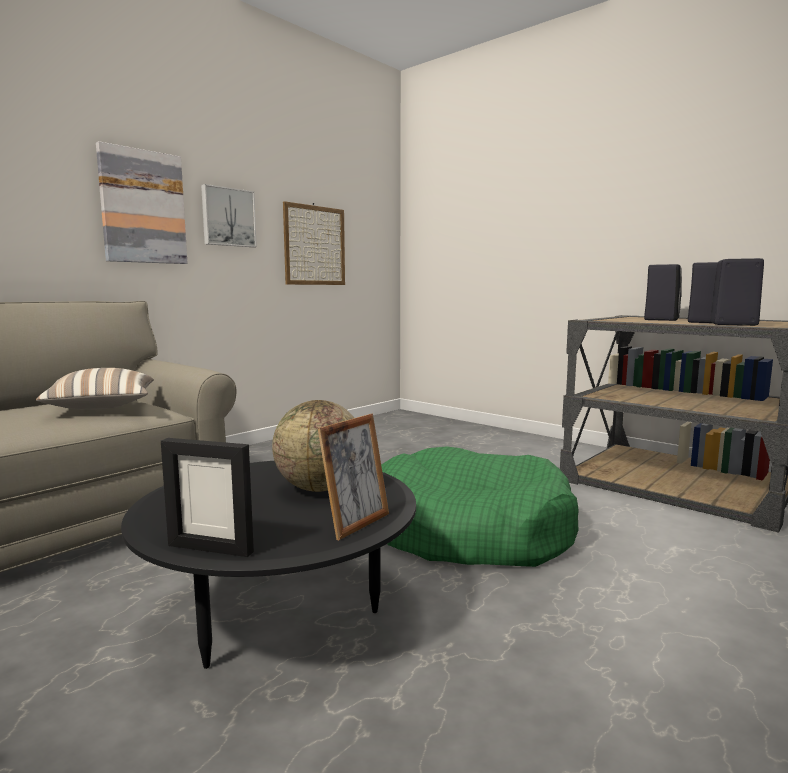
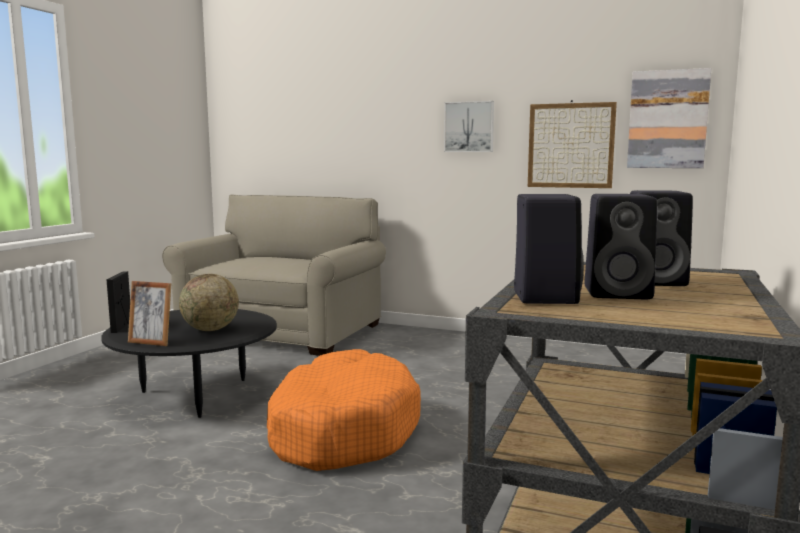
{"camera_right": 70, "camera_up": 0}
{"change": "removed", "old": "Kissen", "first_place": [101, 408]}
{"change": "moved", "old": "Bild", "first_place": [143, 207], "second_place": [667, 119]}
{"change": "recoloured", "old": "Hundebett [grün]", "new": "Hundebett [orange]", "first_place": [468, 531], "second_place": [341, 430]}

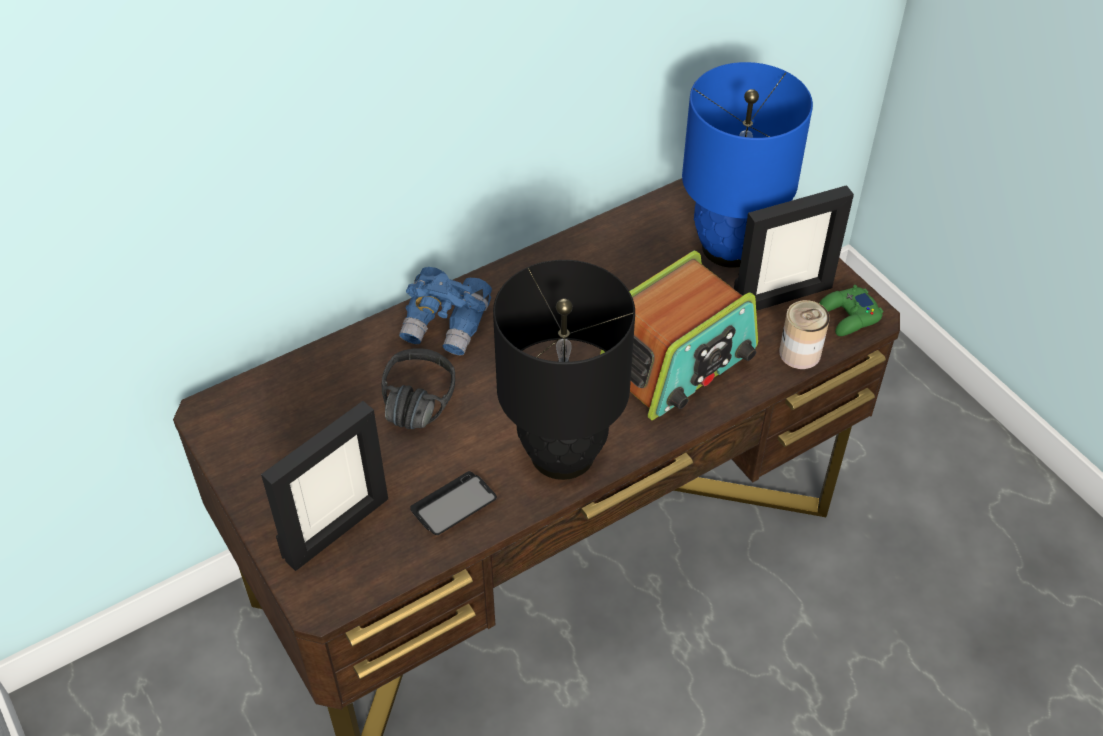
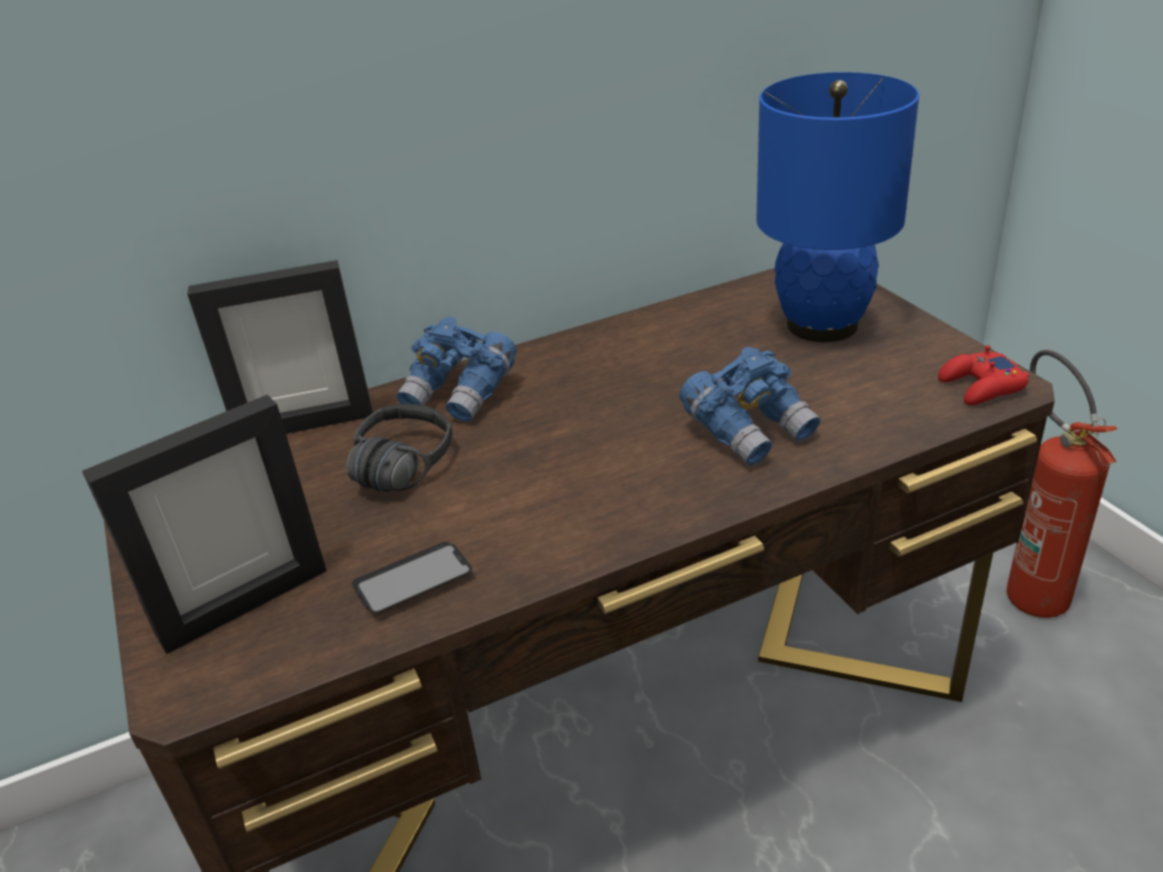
{"camera_right": 10, "camera_up": -15}
{"change": "removed", "old": "Tischlampe [schwarz]", "first_place": [563, 454]}
{"change": "replaced", "old": "Radio", "new": "Fernglas [blau]", "first_place": [678, 361], "second_place": [749, 430]}
{"change": "moved", "old": "Bilderrahmen", "first_place": [782, 295], "second_place": [305, 423]}
{"change": "removed", "old": "Dose", "first_place": [800, 353]}
{"change": "recoloured", "old": "Gamepad [grün]", "new": "Gamepad [rot]", "first_place": [848, 316], "second_place": [981, 387]}
{"change": "added", "new": "Feuerlöscher", "second_place": [1027, 588]}

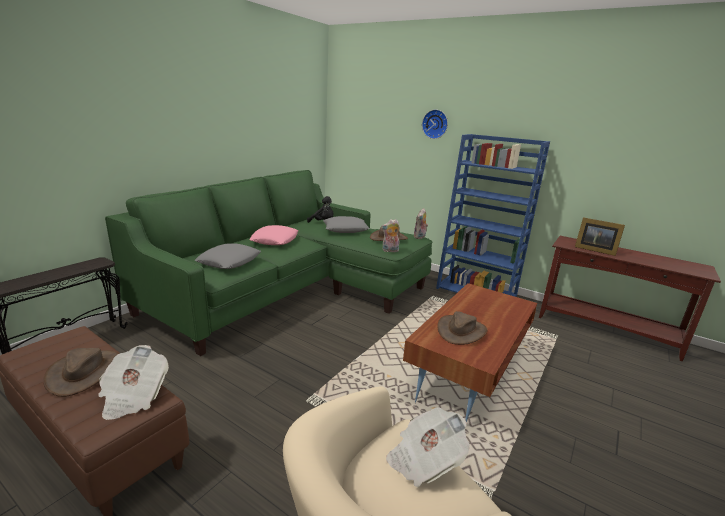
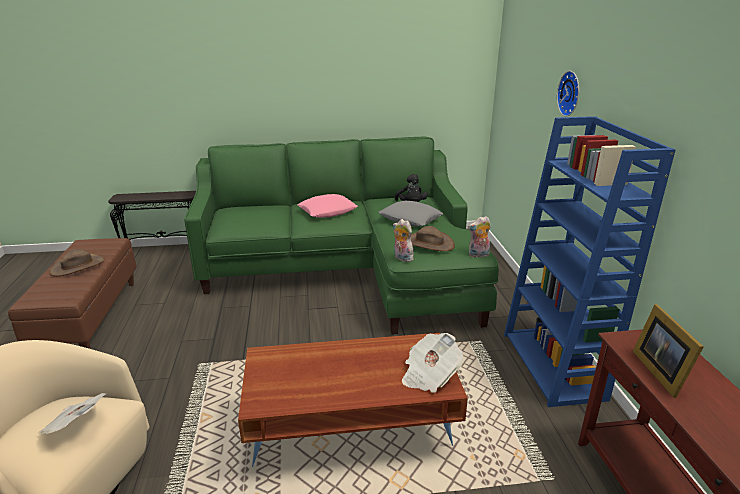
{"camera_right": 50, "camera_up": 5}
{"change": "moved", "old": "Zeitung", "first_place": [133, 396], "second_place": [429, 375]}
{"change": "removed", "old": "Kissen [grau]", "first_place": [229, 261]}
{"change": "removed", "old": "Hut [braun]", "first_place": [461, 331]}

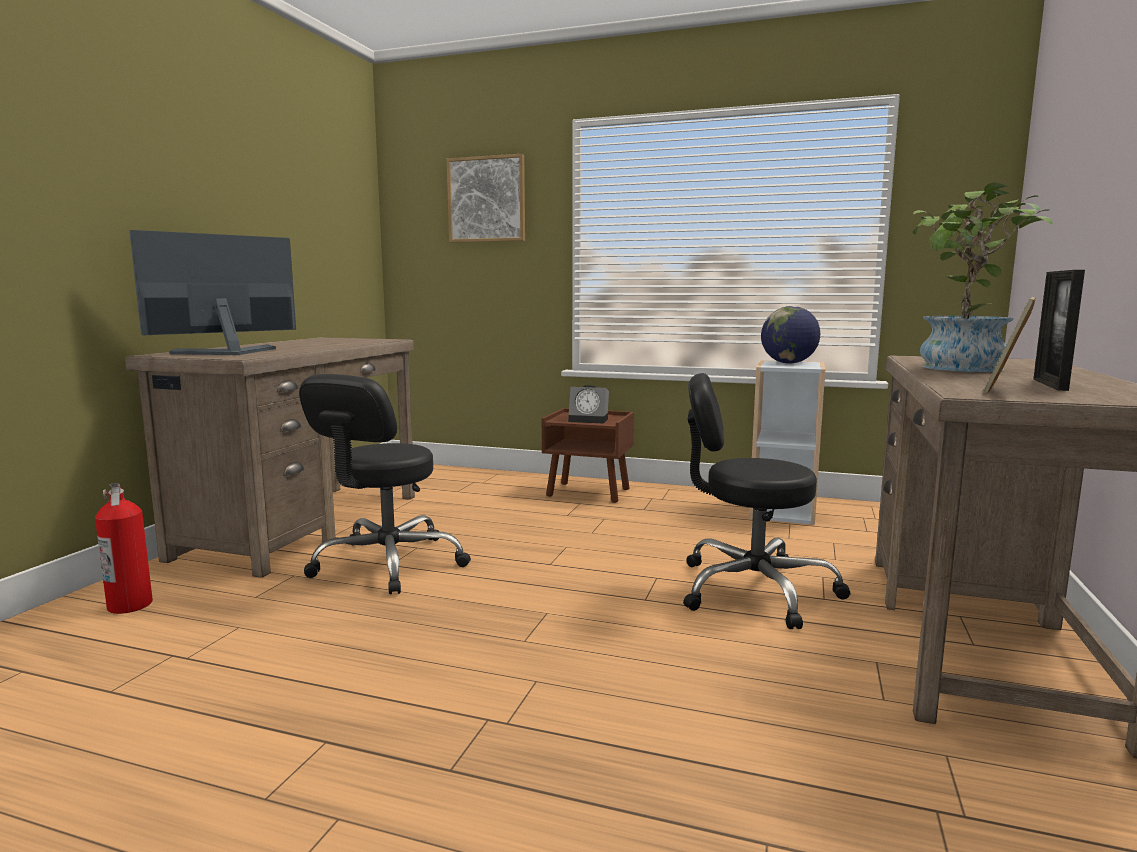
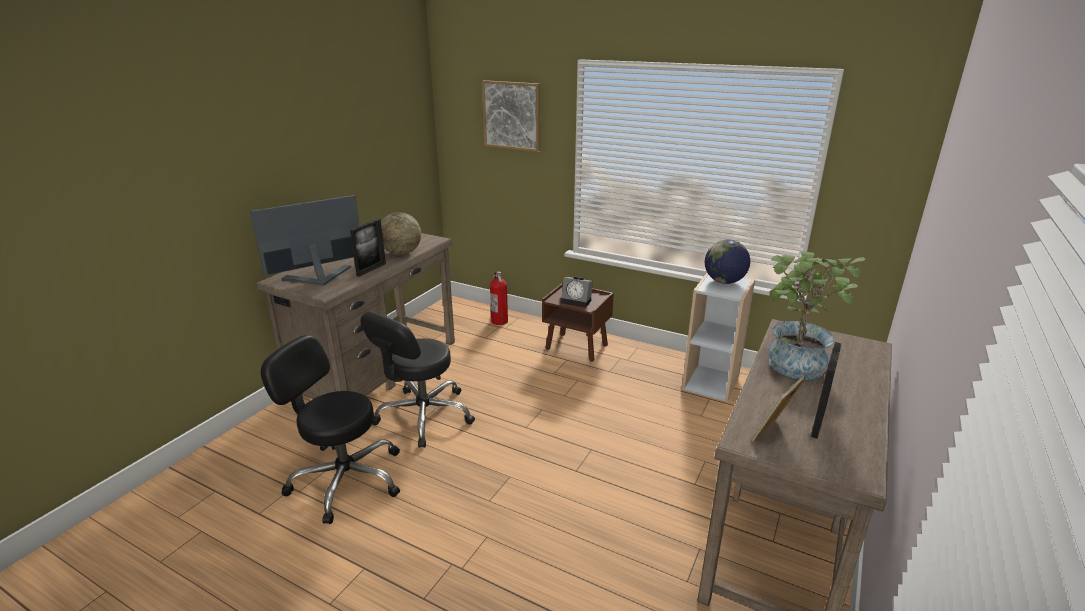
{"camera_right": 10, "camera_up": 15}
{"change": "moved", "old": "Feuerlöscher", "first_place": [131, 605], "second_place": [499, 321]}
{"change": "moved", "old": "Bürostuhl [schwarz]", "first_place": [747, 590], "second_place": [342, 478]}
{"change": "added", "new": "Bilderrahmen", "second_place": [371, 269]}
{"change": "added", "new": "Globus", "second_place": [401, 253]}

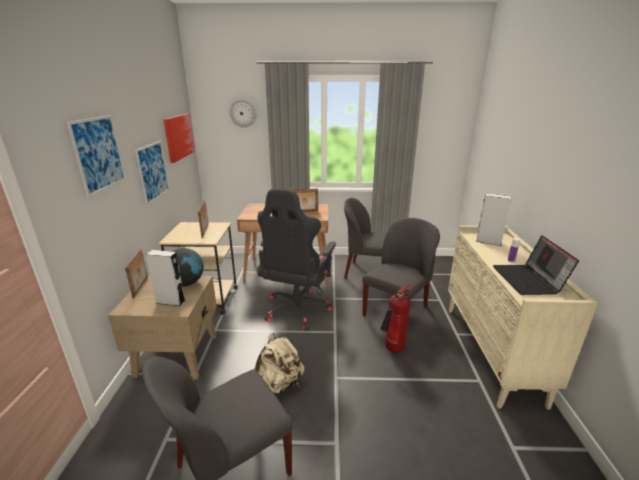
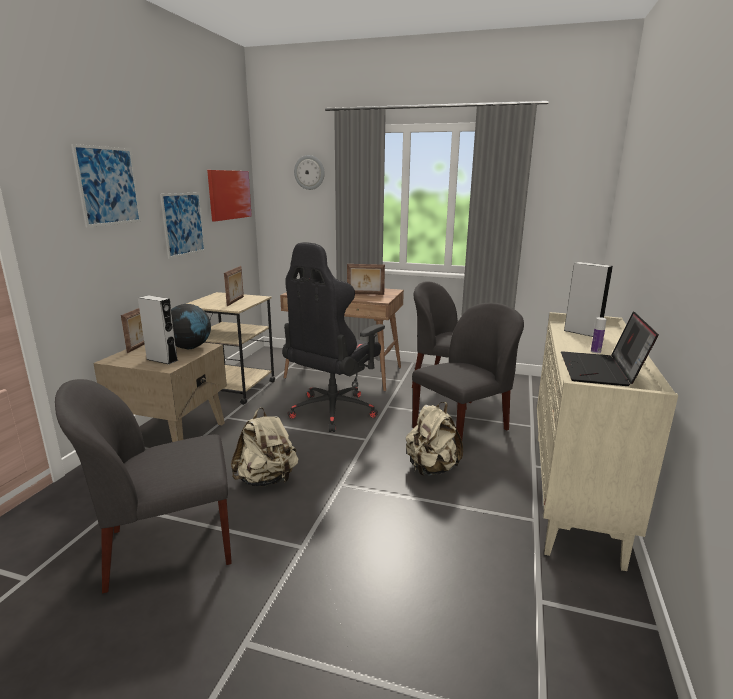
{"camera_right": 15, "camera_up": -5}
{"change": "replaced", "old": "Feuerlöscher", "new": "Rucksack [beige]", "first_place": [393, 350], "second_place": [431, 469]}

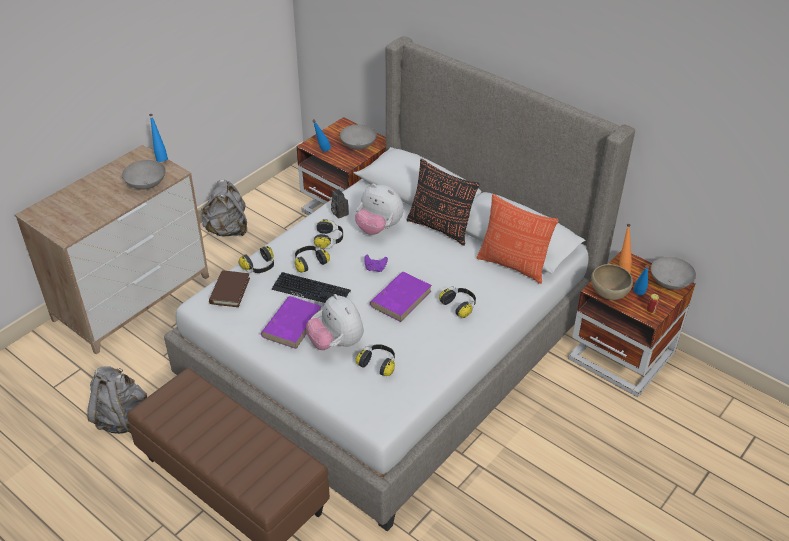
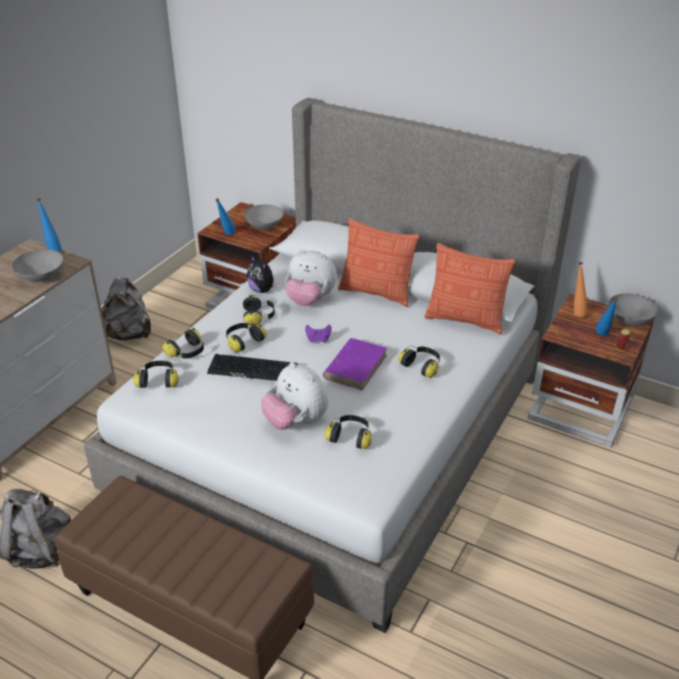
{"camera_right": -10, "camera_up": -5}
{"change": "replaced", "old": "Buch [braun]", "new": "Kopfhörer", "first_place": [229, 291], "second_place": [158, 381]}
{"change": "removed", "old": "Buch [lila]", "first_place": [292, 324]}
{"change": "replaced", "old": "Kamera", "new": "Plüschtier", "first_place": [339, 213], "second_place": [262, 290]}
{"change": "recoloured", "old": "Kissen [schwarz]", "new": "Kissen [orange]", "first_place": [440, 228], "second_place": [376, 293]}
{"change": "removed", "old": "Schüssel [braun]", "first_place": [608, 295]}

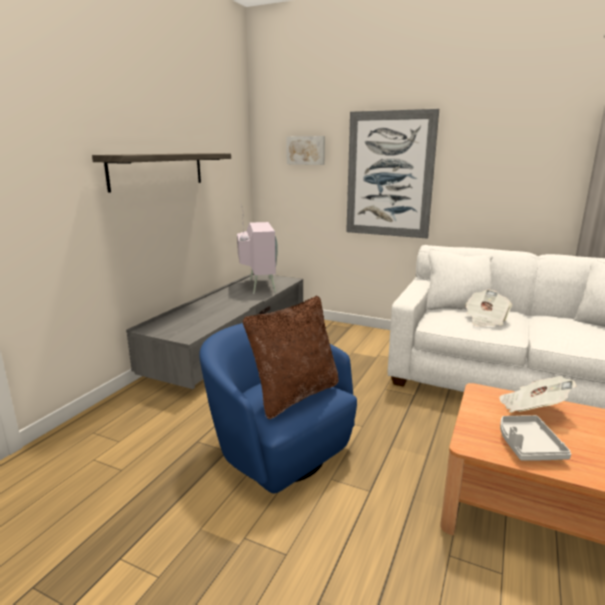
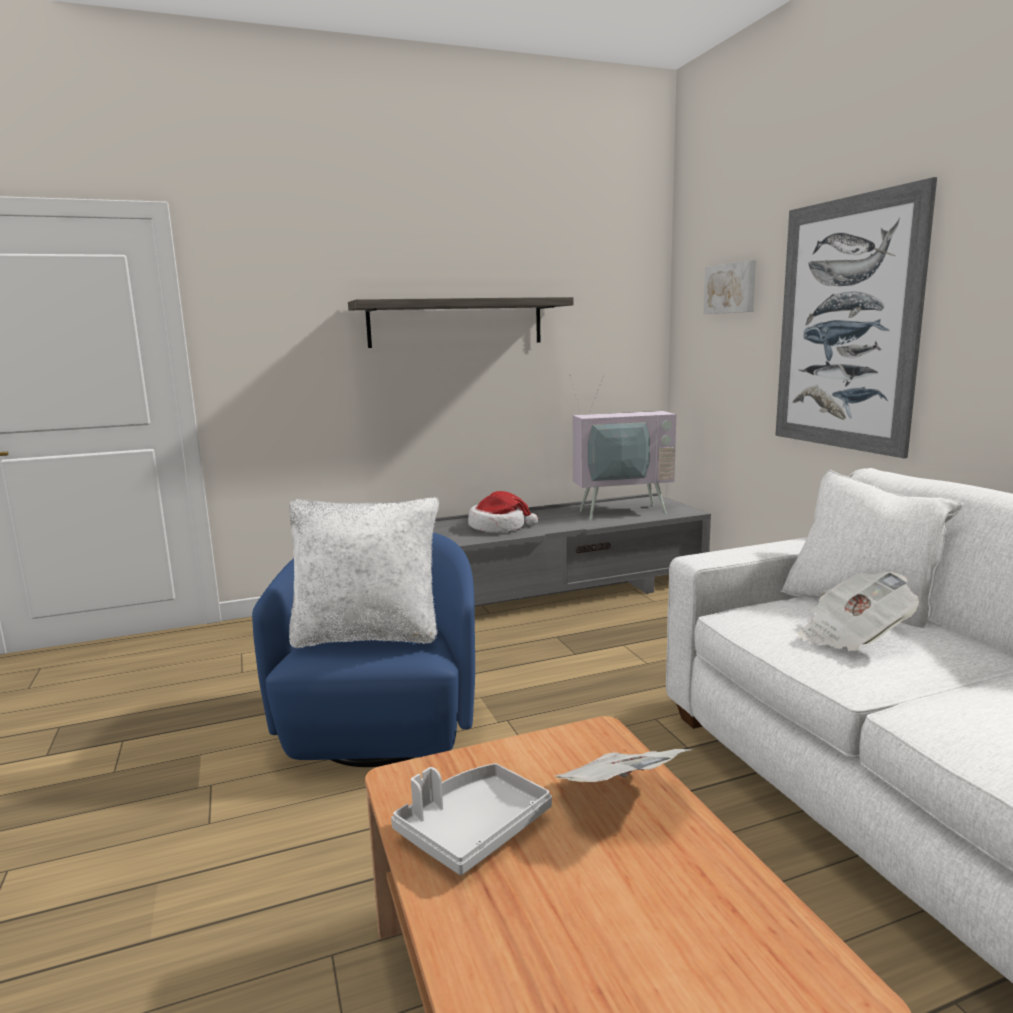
{"camera_right": 45, "camera_up": -5}
{"change": "turned", "old": "Fernseher", "first_place": [257, 286], "second_place": [620, 511], "degrees": 45}
{"change": "recoloured", "old": "Kissen [braun]", "new": "Kissen [weiß]", "first_place": [296, 396], "second_place": [368, 639]}
{"change": "added", "new": "Hut", "second_place": [498, 527]}

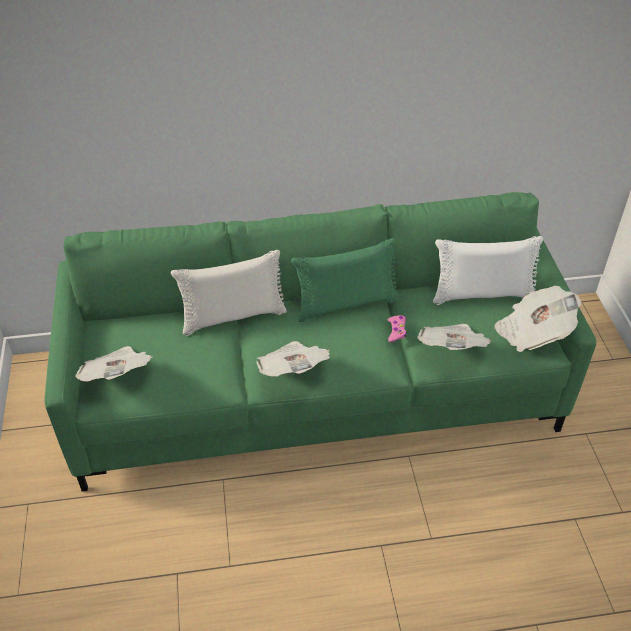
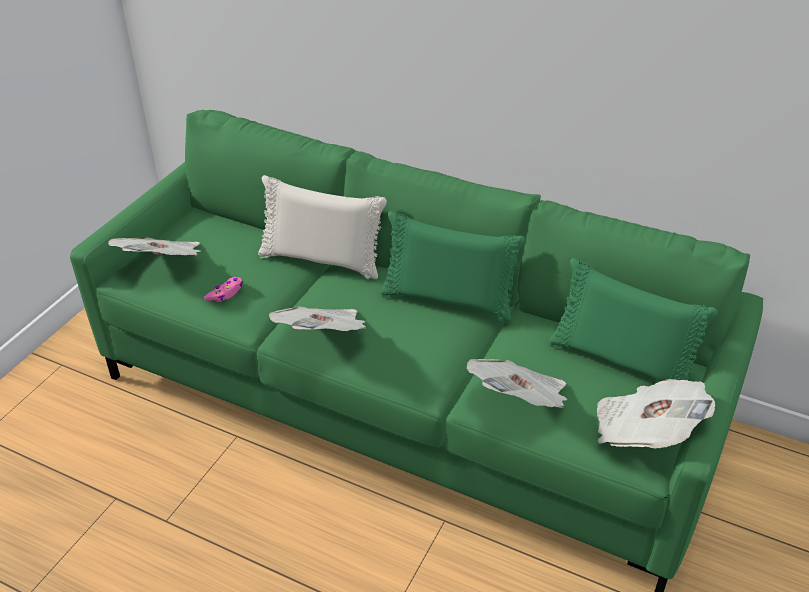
{"camera_right": 35, "camera_up": -5}
{"change": "moved", "old": "Gamepad [rosa]", "first_place": [396, 331], "second_place": [226, 293]}
{"change": "recoloured", "old": "Kissen [weiß]", "new": "Kissen [grün]", "first_place": [482, 294], "second_place": [621, 360]}

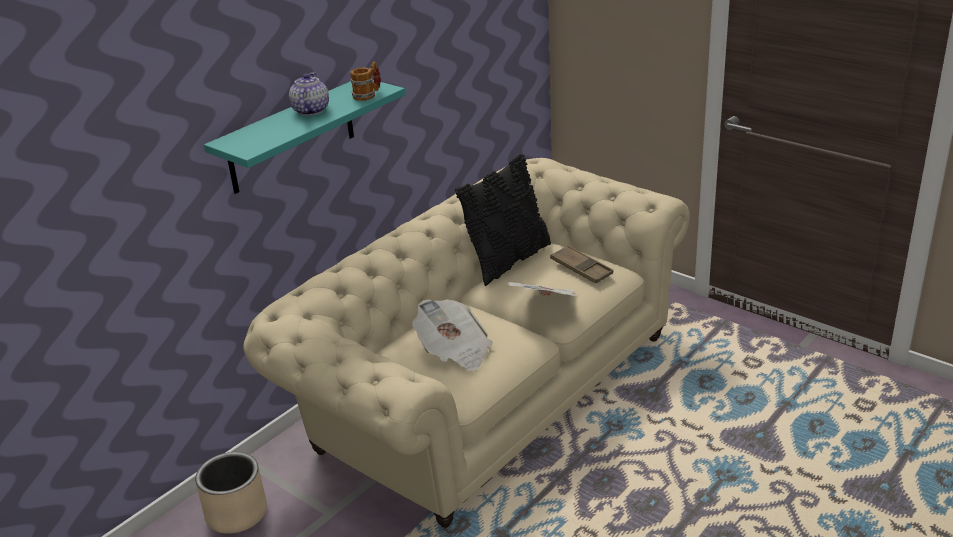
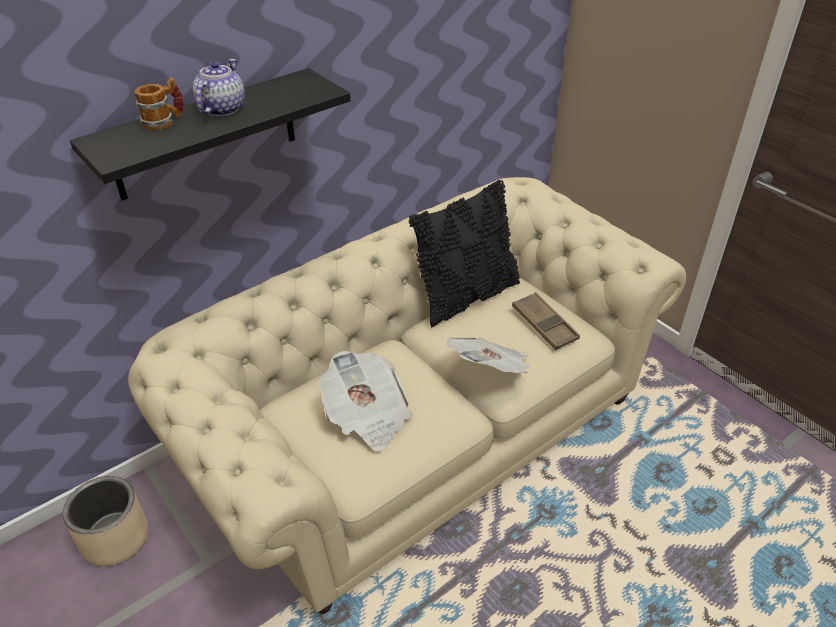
{"camera_right": 10, "camera_up": 10}
{"change": "recoloured", "old": "Wandregal [türkis]", "new": "Wandregal [schwarz]", "first_place": [291, 136], "second_place": [205, 135]}
{"change": "moved", "old": "Henkelbecher", "first_place": [368, 95], "second_place": [164, 122]}

